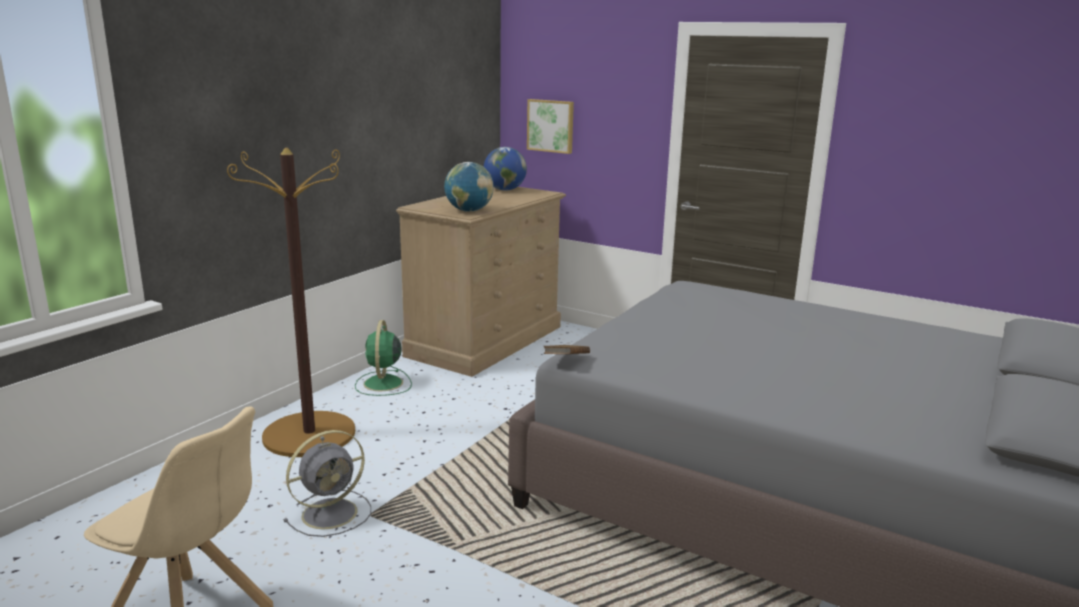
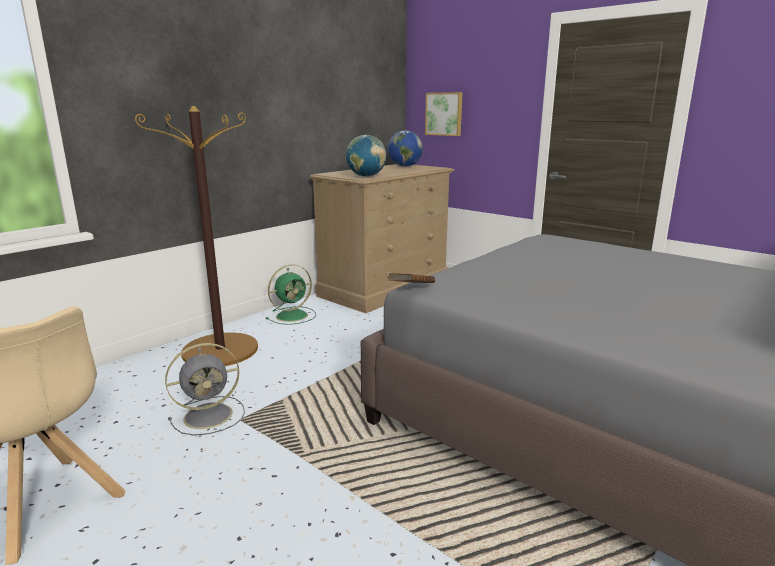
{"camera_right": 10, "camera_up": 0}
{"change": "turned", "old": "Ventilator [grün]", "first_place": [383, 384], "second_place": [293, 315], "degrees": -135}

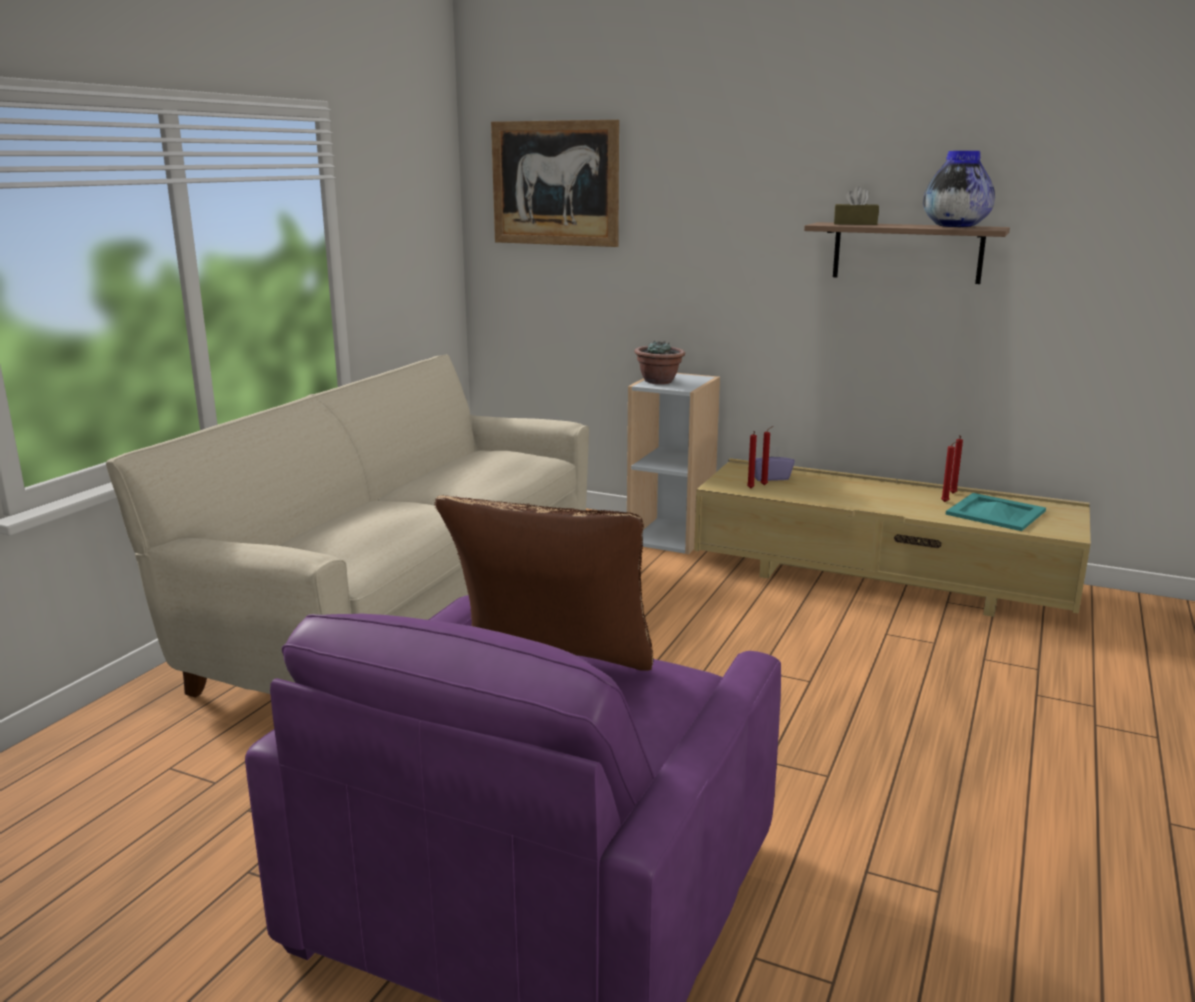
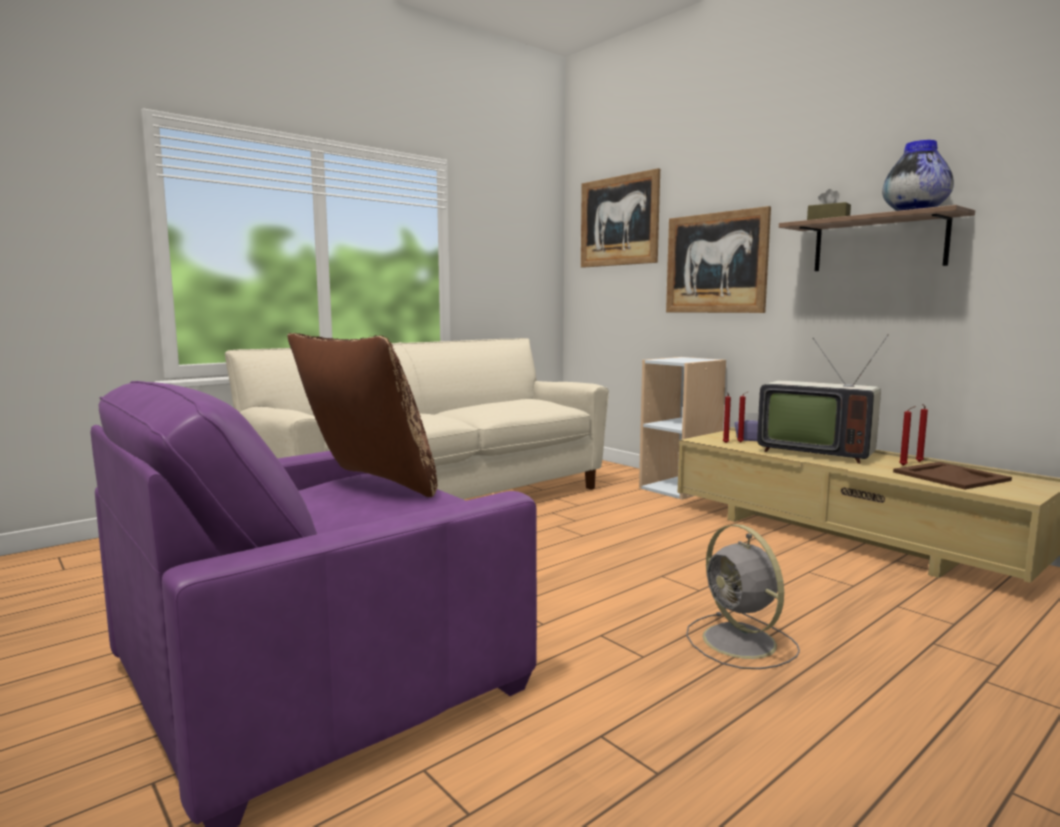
{"camera_right": 25, "camera_up": -10}
{"change": "removed", "old": "Topfpflanze", "first_place": [659, 381]}
{"change": "recoloured", "old": "Tablett [türkis]", "new": "Tablett [braun]", "first_place": [995, 512], "second_place": [950, 476]}
{"change": "added", "new": "Bild", "second_place": [715, 263]}
{"change": "added", "new": "Ventilator [grau]", "second_place": [741, 642]}
{"change": "added", "new": "Fernseher", "second_place": [814, 452]}

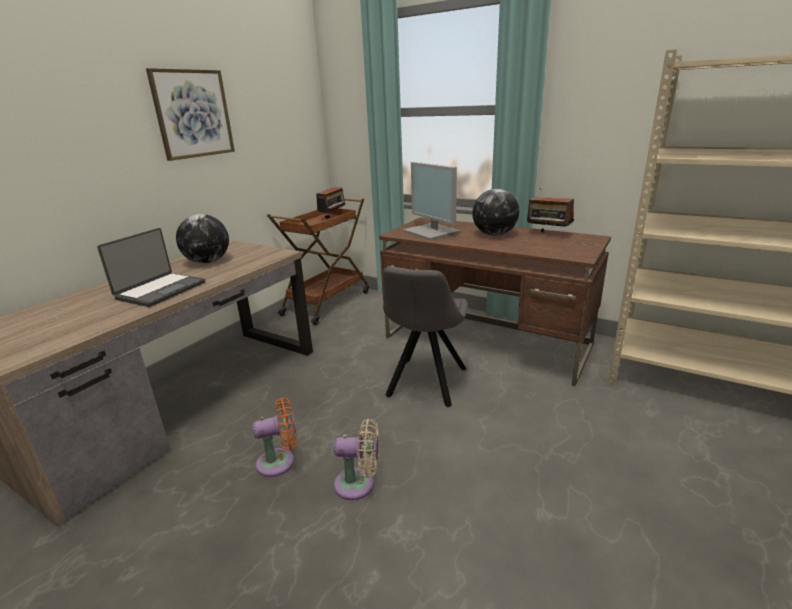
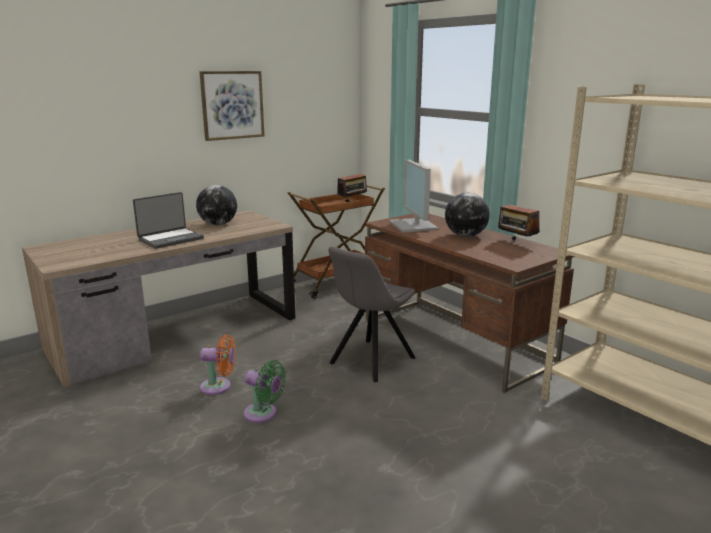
{"camera_right": 20, "camera_up": -5}
{"change": "recoloured", "old": "Ventilator [beige]", "new": "Ventilator [grün]", "first_place": [359, 484], "second_place": [263, 414]}

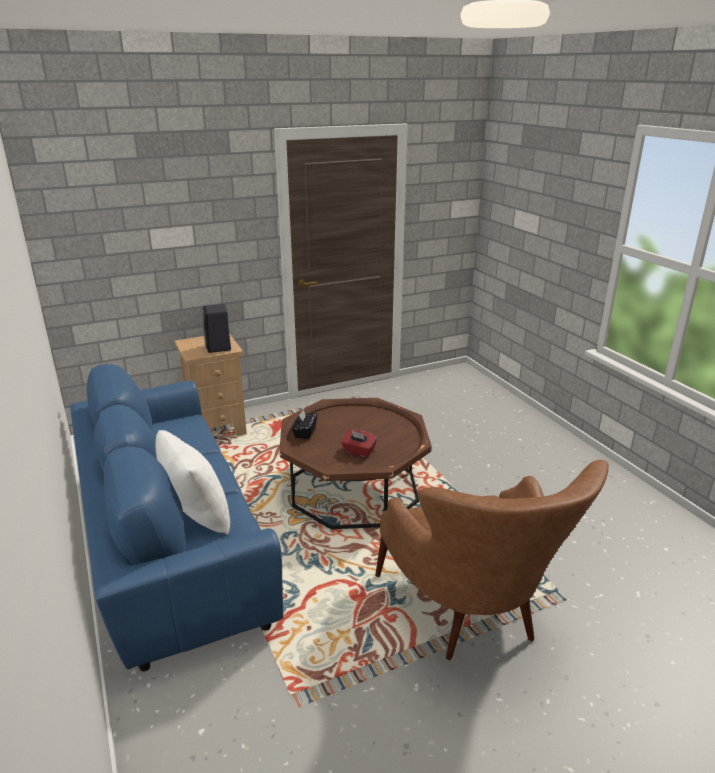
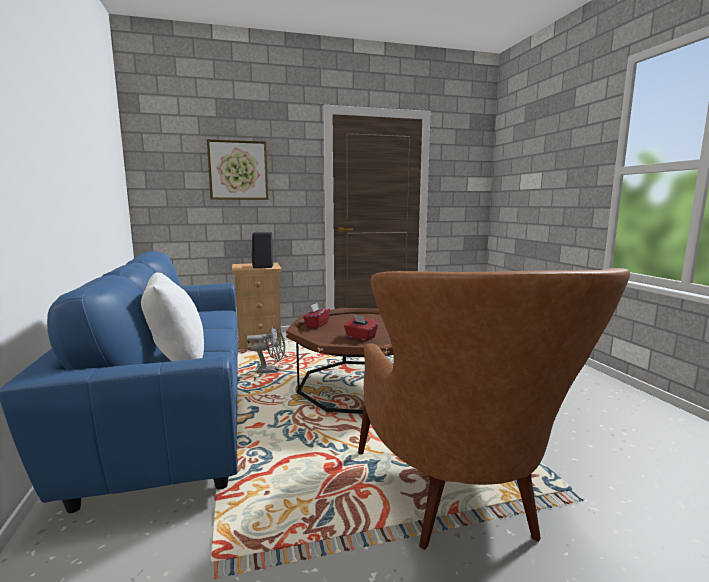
{"camera_right": 10, "camera_up": -15}
{"change": "recoloured", "old": "Taschentuchbox [schwarz]", "new": "Taschentuchbox [rot]", "first_place": [305, 432], "second_place": [316, 325]}
{"change": "added", "new": "Bild", "second_place": [238, 170]}
{"change": "added", "new": "Ventilator [grau]", "second_place": [272, 371]}

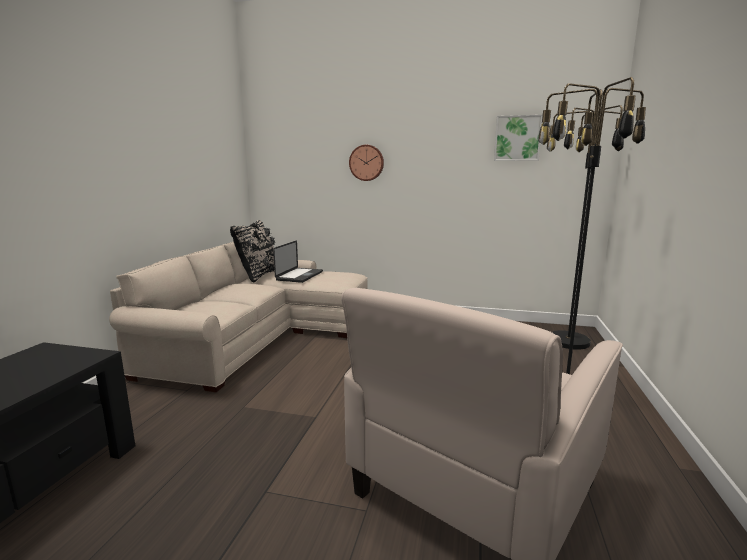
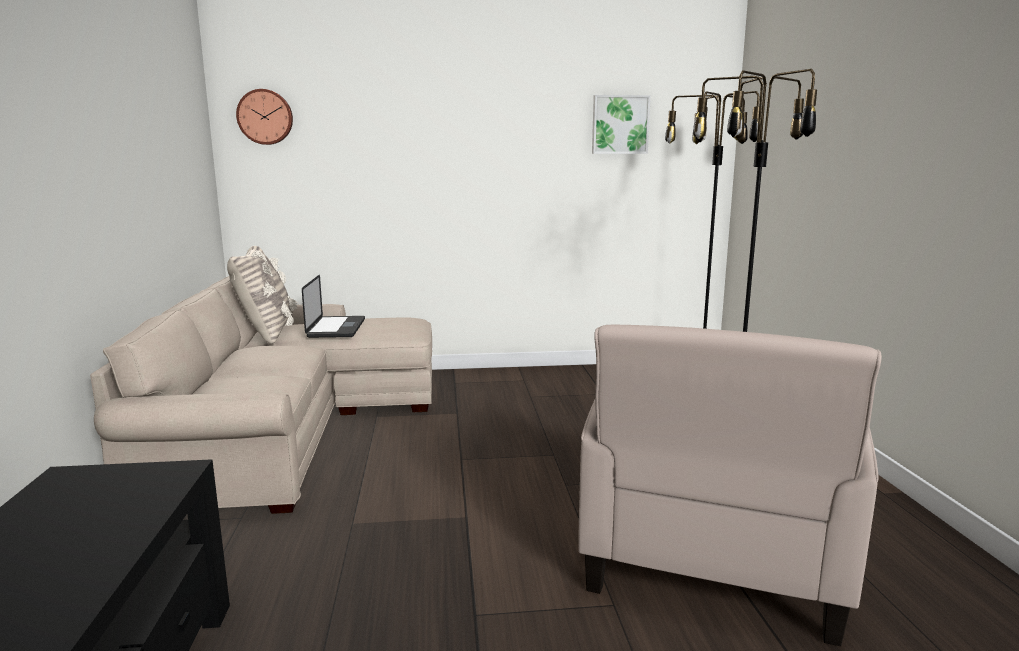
{"camera_right": -20, "camera_up": 0}
{"change": "recoloured", "old": "Kissen [schwarz]", "new": "Kissen [beige]", "first_place": [259, 275], "second_place": [269, 333]}
{"change": "moved", "old": "Wanduhr", "first_place": [366, 163], "second_place": [265, 117]}

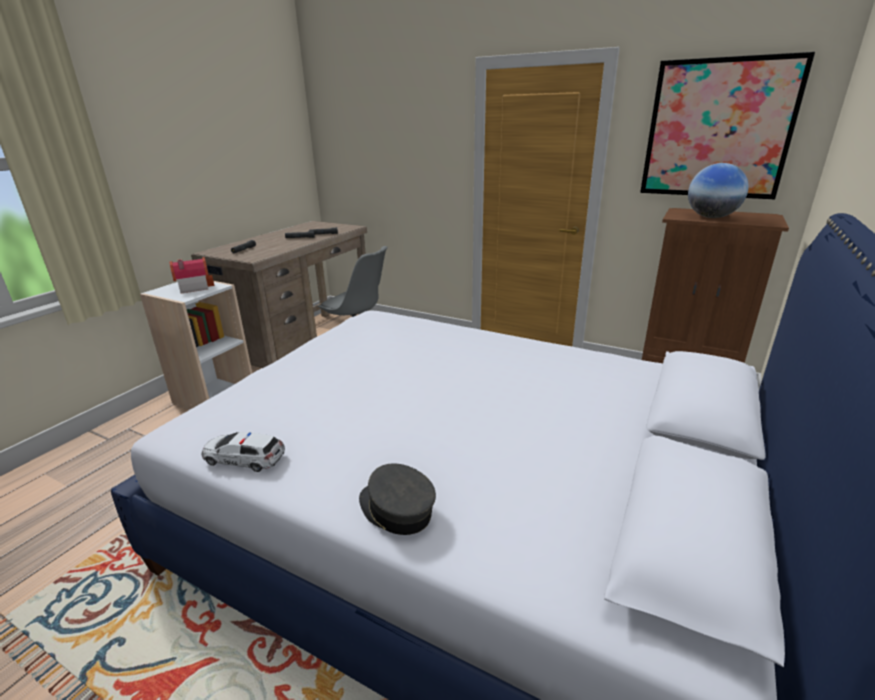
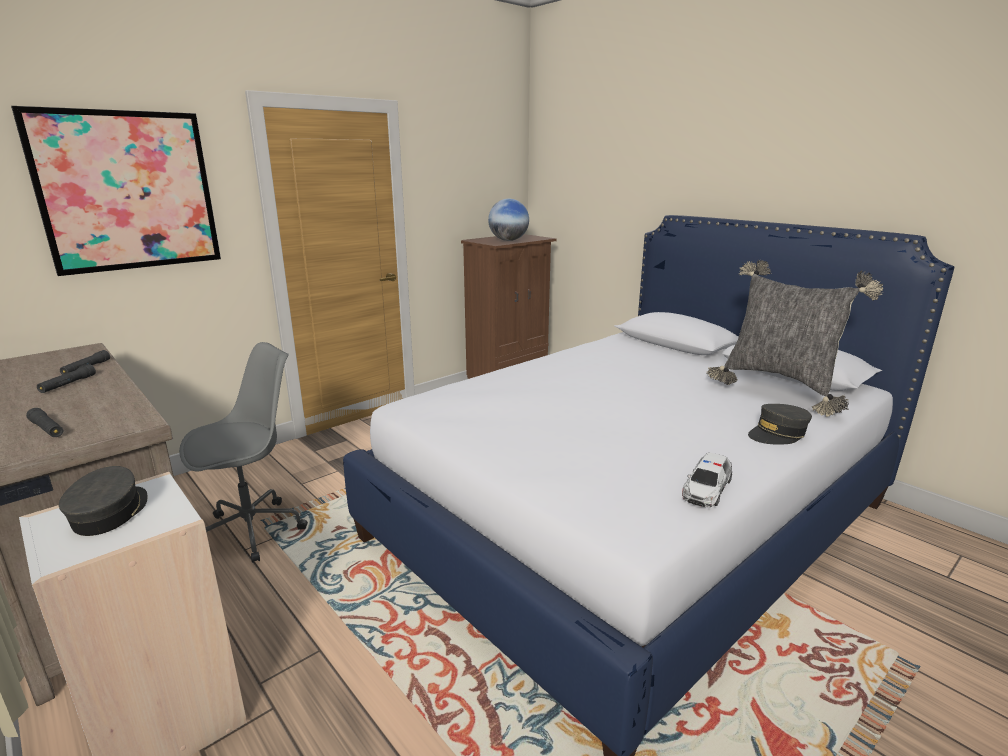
{"camera_right": -70, "camera_up": -5}
{"change": "replaced", "old": "Spielzeughaus", "new": "Kappe [grau]", "first_place": [192, 287], "second_place": [110, 513]}
{"change": "moved", "old": "Bild", "first_place": [718, 129], "second_place": [127, 191]}
{"change": "added", "new": "Kissen", "second_place": [779, 395]}

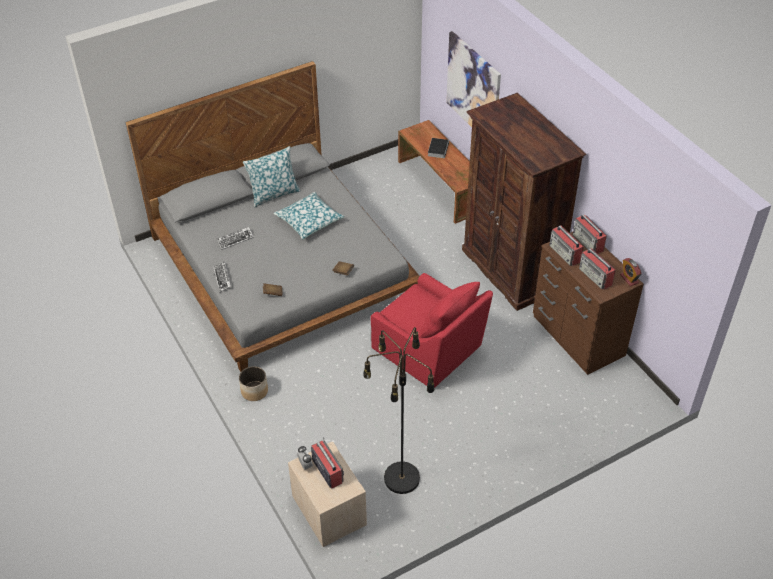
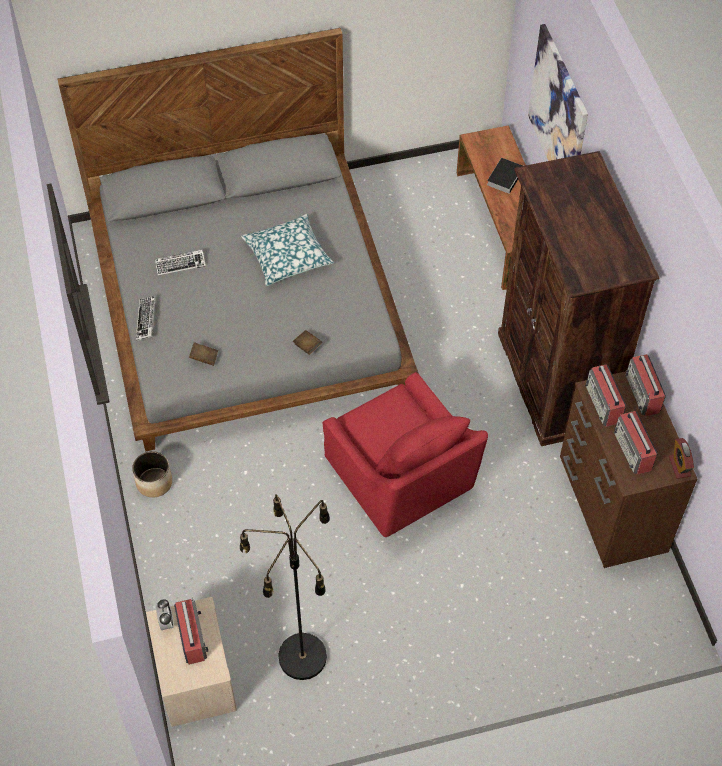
{"camera_right": 15, "camera_up": 10}
{"change": "removed", "old": "Kissen", "first_place": [274, 194]}

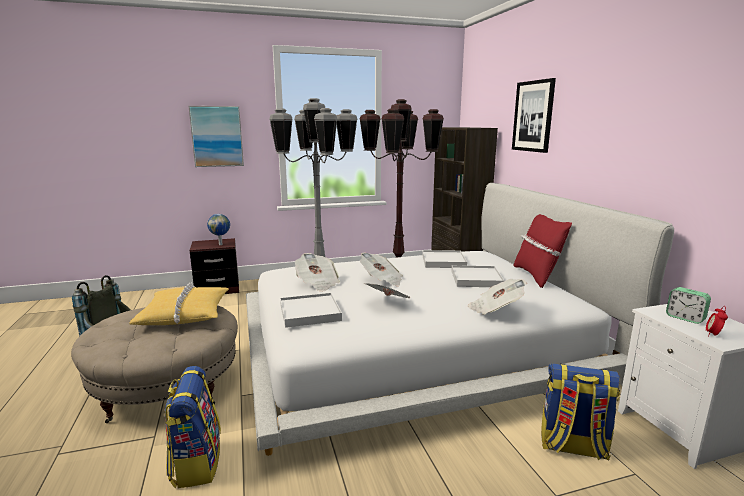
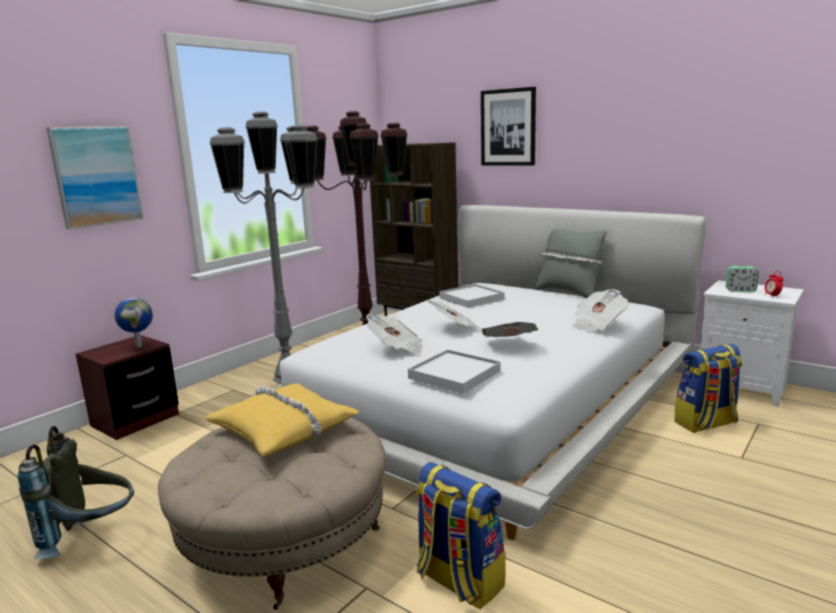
{"camera_right": -35, "camera_up": 0}
{"change": "removed", "old": "Tablett [weiß]", "first_place": [476, 279]}
{"change": "recoloured", "old": "Kissen [rot]", "new": "Kissen [grau]", "first_place": [536, 276], "second_place": [568, 292]}

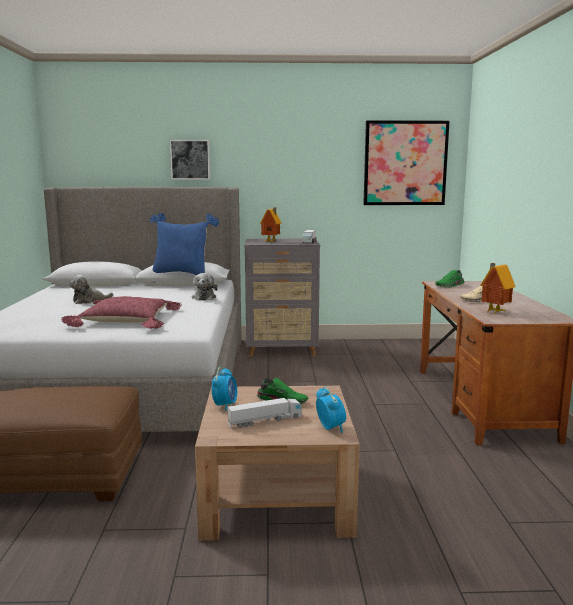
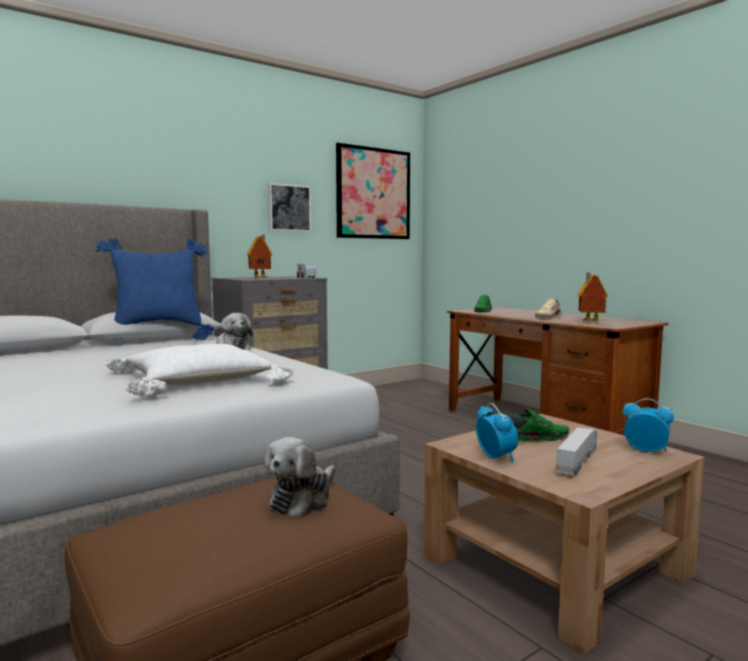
{"camera_right": -35, "camera_up": -5}
{"change": "recoloured", "old": "Kissen [rot]", "new": "Kissen [weiß]", "first_place": [126, 319], "second_place": [197, 379]}
{"change": "moved", "old": "Plüschtier", "first_place": [89, 301], "second_place": [302, 499]}
{"change": "moved", "old": "Bild", "first_place": [190, 159], "second_place": [288, 208]}

